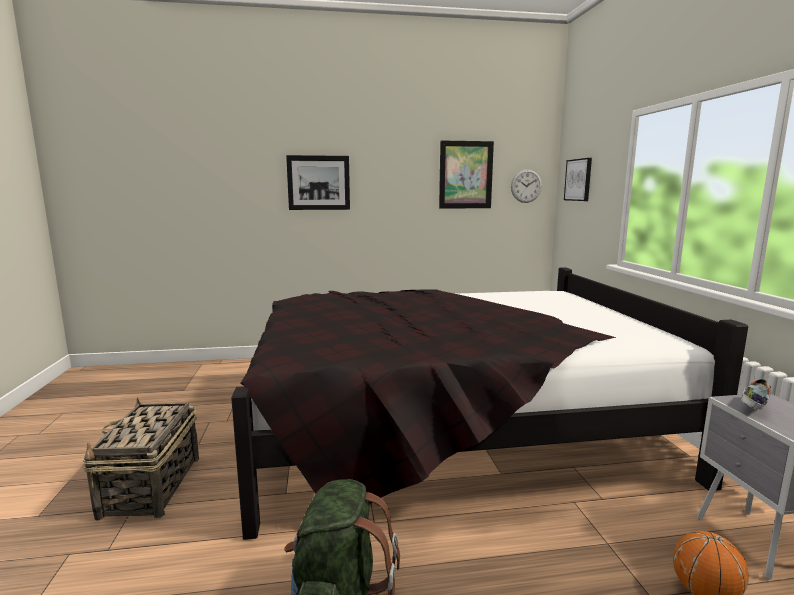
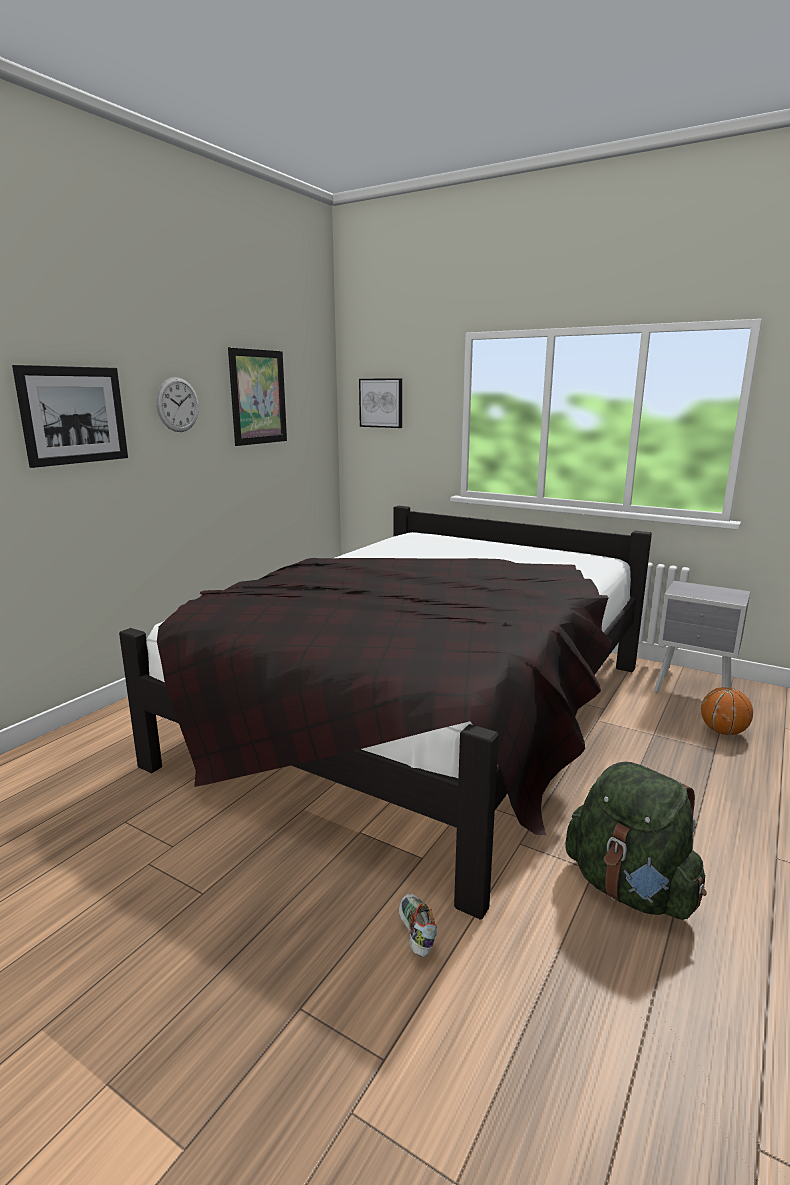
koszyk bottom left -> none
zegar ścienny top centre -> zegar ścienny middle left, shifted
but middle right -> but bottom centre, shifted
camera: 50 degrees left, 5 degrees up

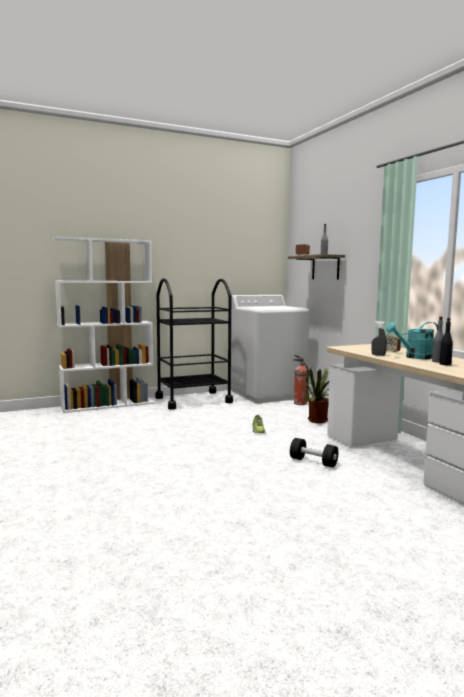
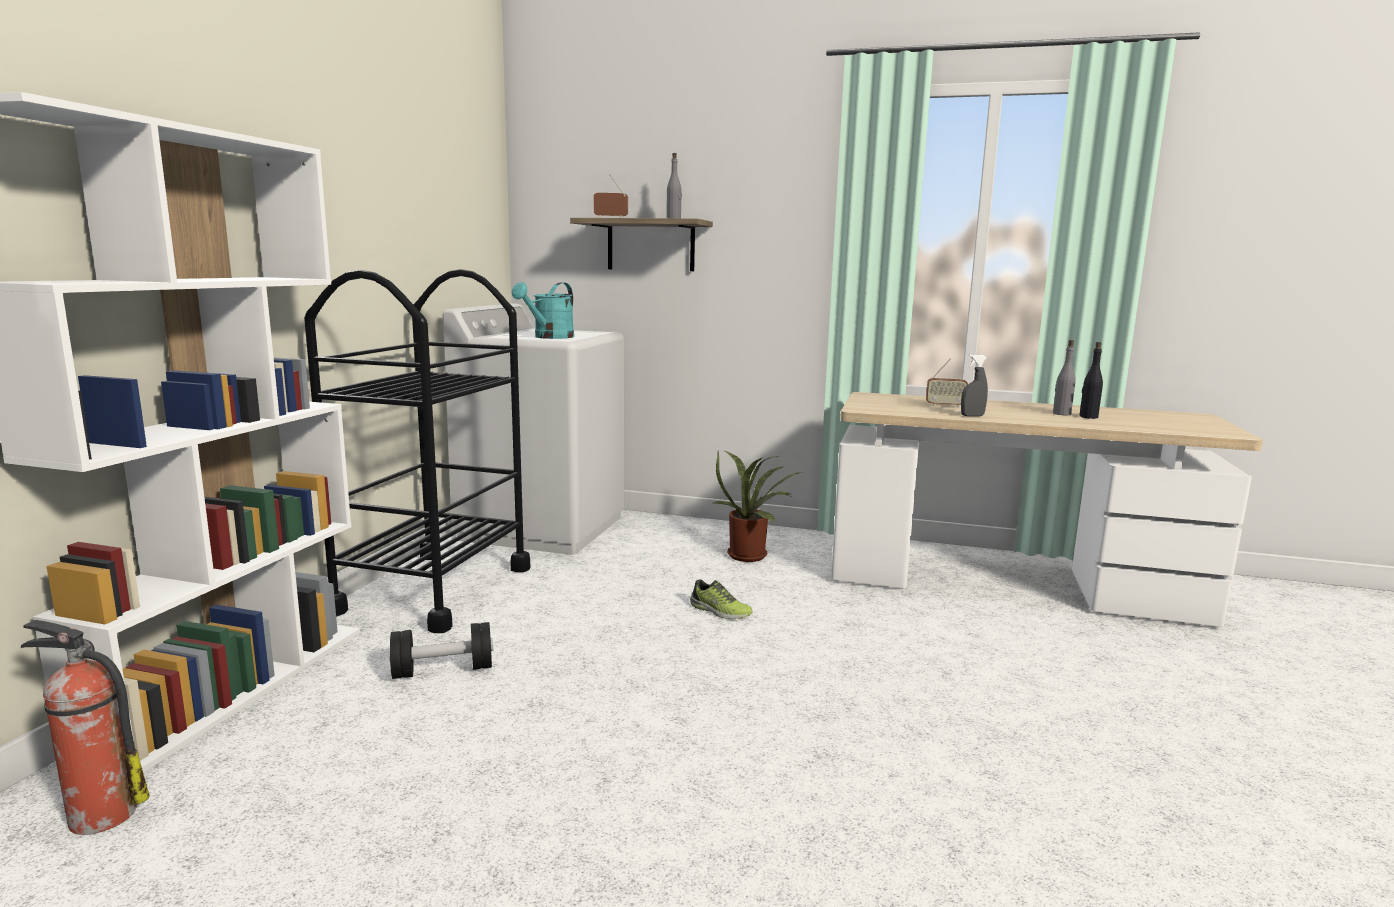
hantel/czarny middle right -> hantel/czarny bottom left, shifted
gaśnica centre -> gaśnica bottom left, shifted
konewka/turkusowy middle right -> konewka/turkusowy centre, shifted
camera: 50 degrees left, 5 degrees up

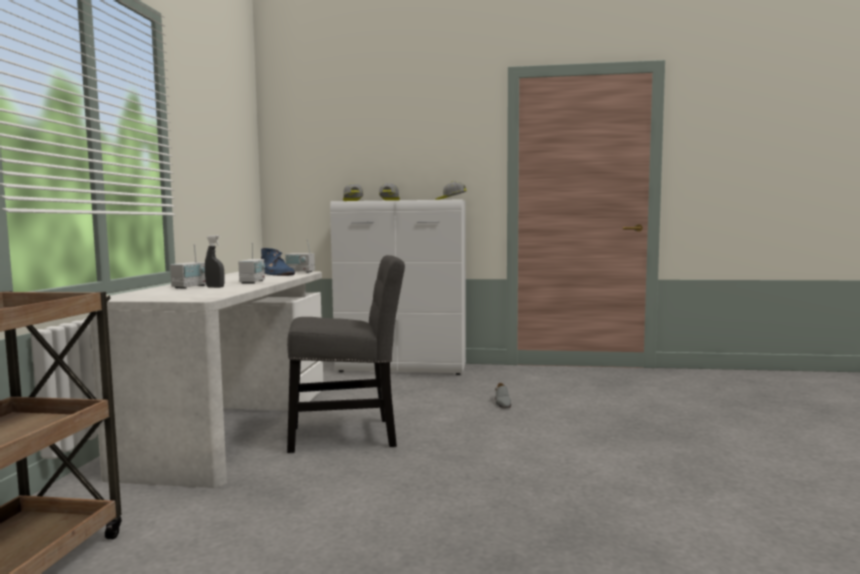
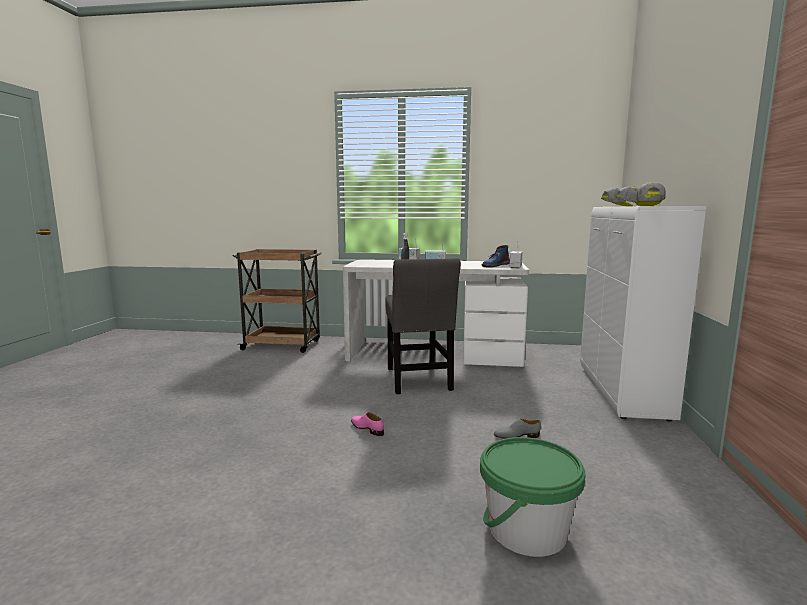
none -> but/różowy bottom centre
none -> wiadro/zielony bottom centre
camera: 90 degrees right, 5 degrees up

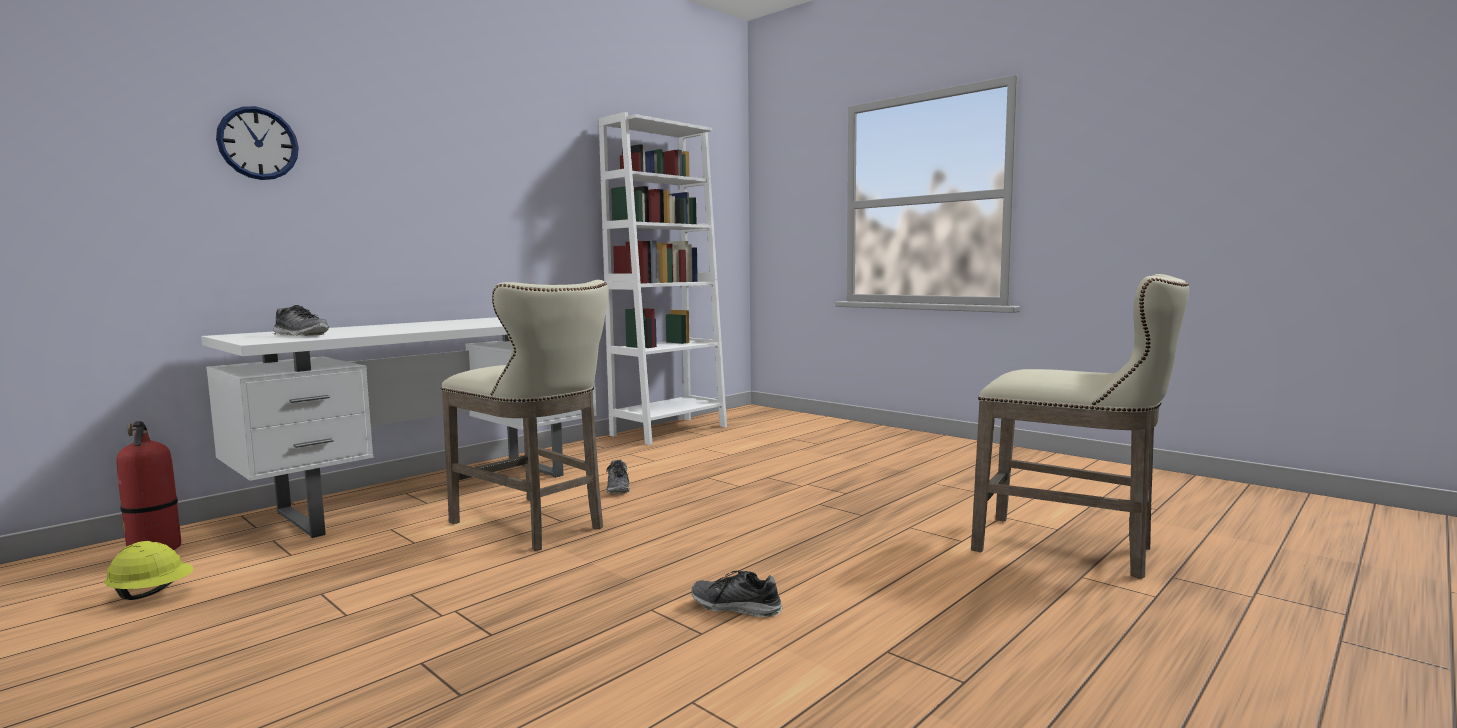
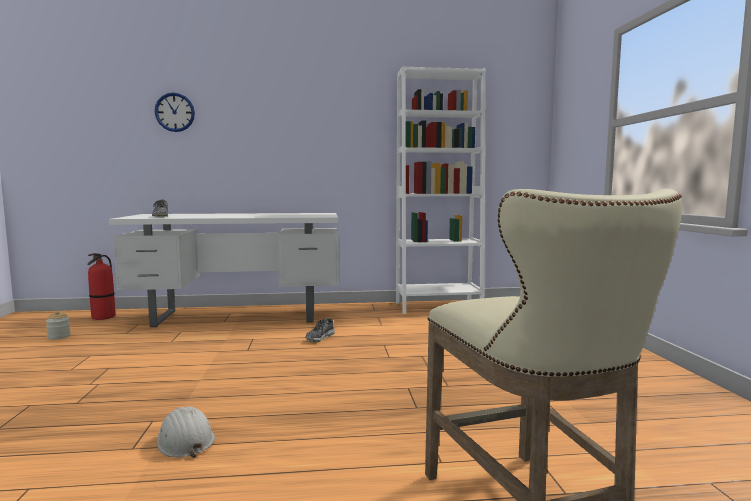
kask/żółty bottom left -> słoik middle left
stołek/beżowy (no. 1 from left) centre -> none
but (no. 3 from left) bottom centre -> kask/biały bottom left
camera: 40 degrees right, 0 degrees up

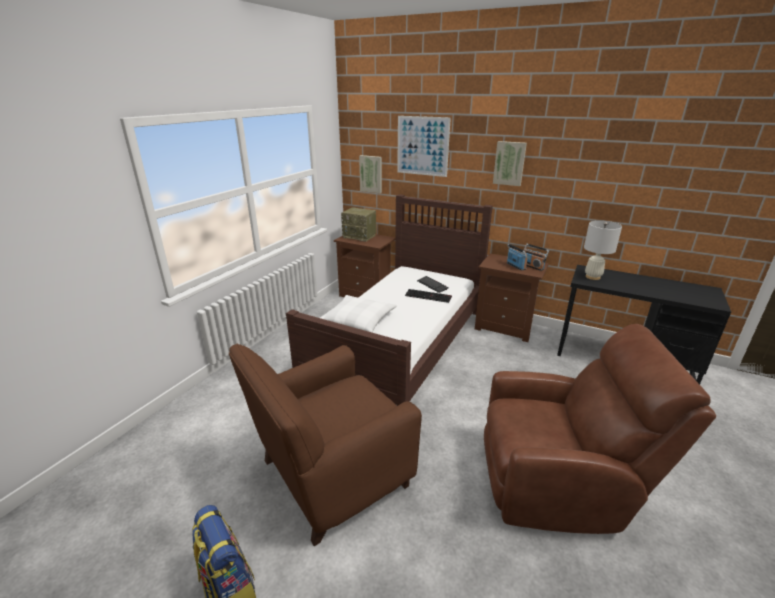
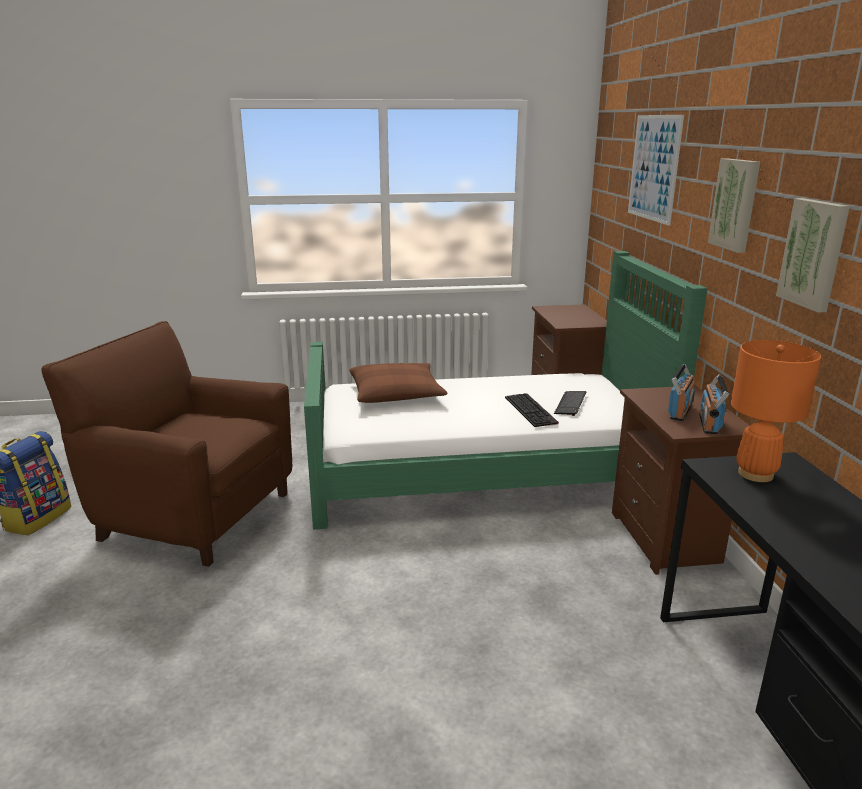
łóżko/brązowy centre -> łóżko/zielony centre
poduszka/biały centre -> poduszka/brązowy centre
radio (no. 1 from left) centre -> none
obraz (no. 1 from left in the first image) top centre -> obraz (no. 3 from left) top right, shifted
fotel/brązowy (no. 2 from left) bottom right -> none
lampa stołowa/biały middle right -> lampa stołowa/pomarańczowy middle right
camera: 55 degrees right, 5 degrees down

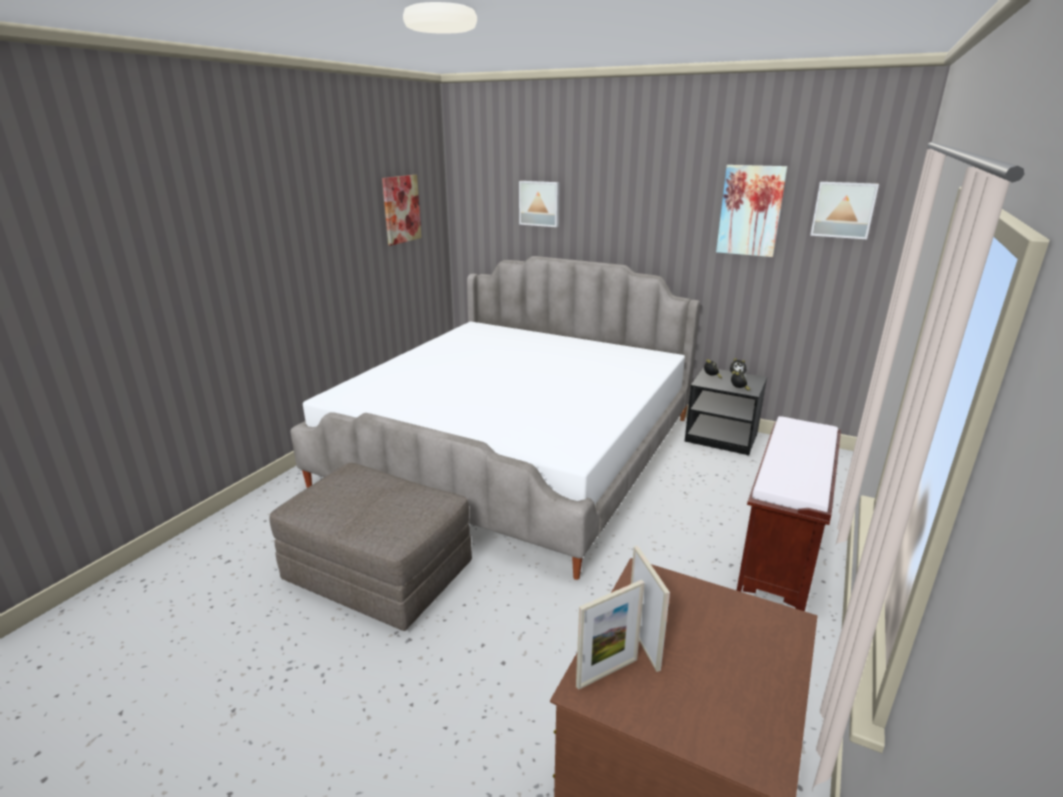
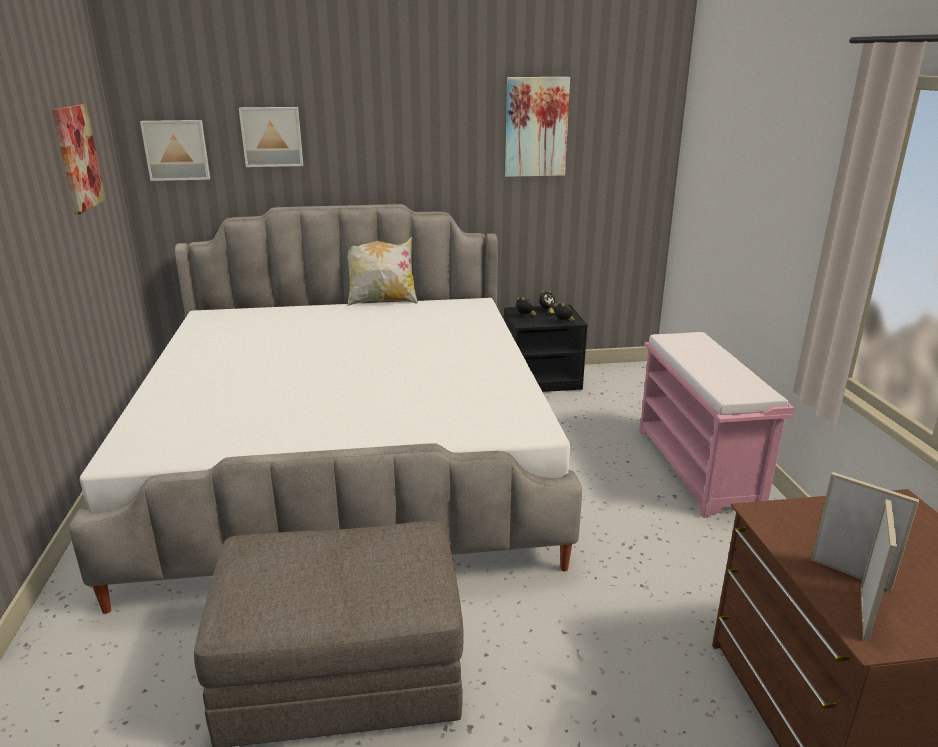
ławka/brązowy middle right -> ławka/różowy middle right
obraz (no. 4 from left in the first image) top right -> obraz (no. 2 from left) top left, shifted
none -> poduszka centre
camera: 35 degrees left, 0 degrees up

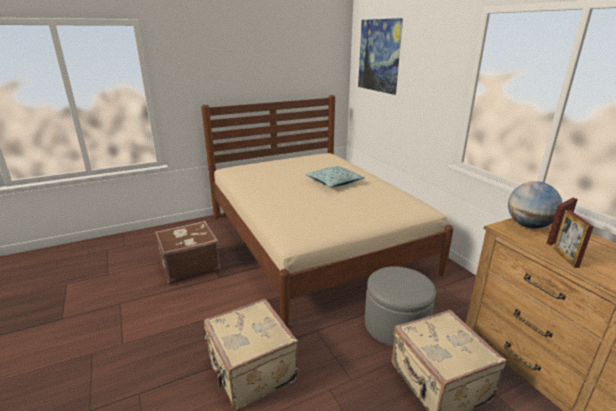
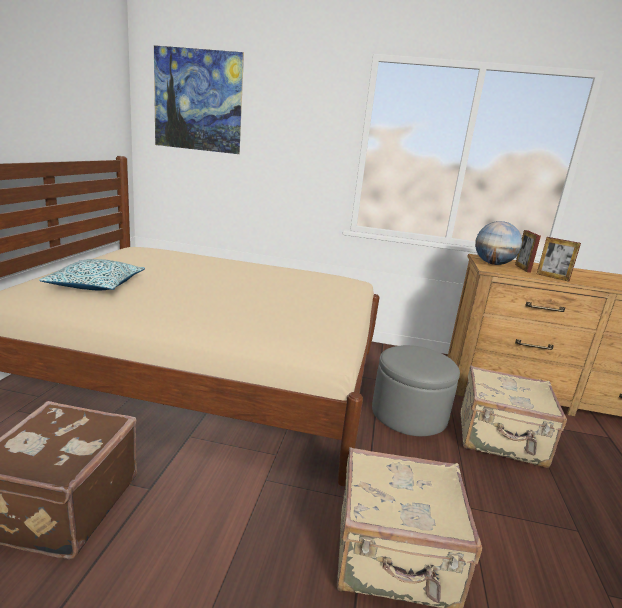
poduszka centre -> poduszka middle left, shifted
camera: 55 degrees left, 5 degrees down

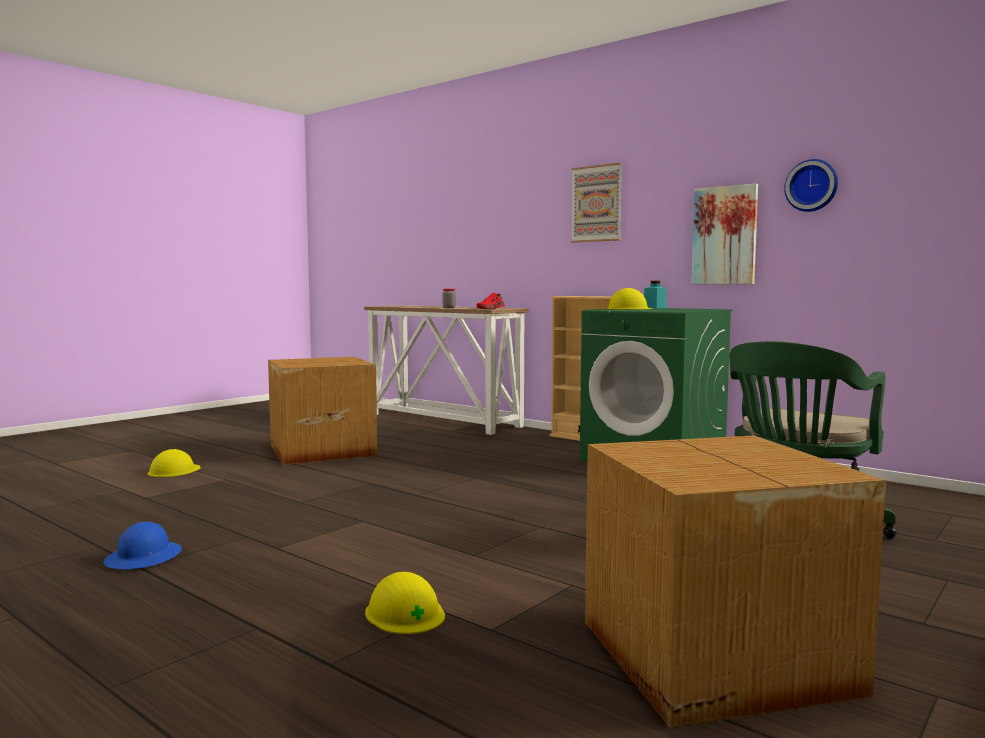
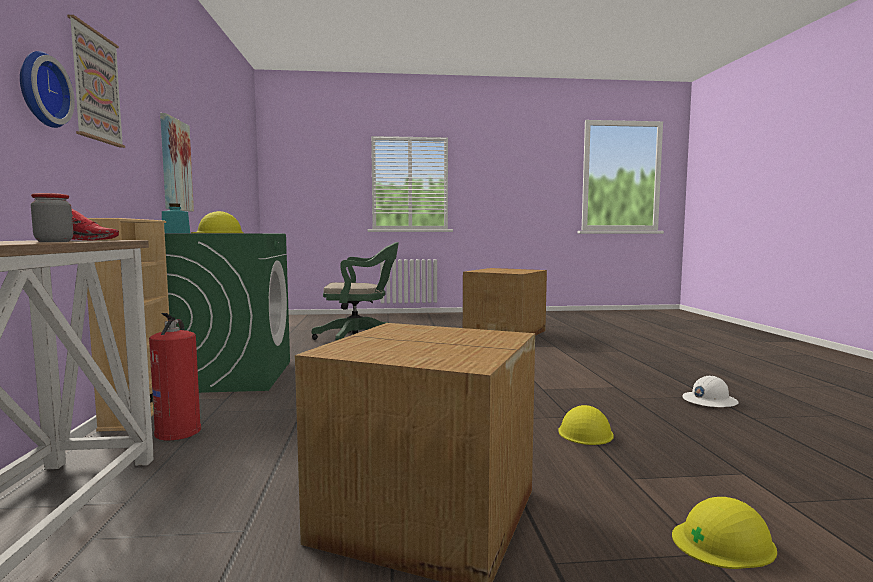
kask/niebieski bottom left -> kask/biały bottom right
kask/żółty (no. 2 from left) bottom centre -> kask/żółty (no. 2 from left) bottom right, shifted
zegar ścienny top right -> zegar ścienny top left, shifted
none -> gaśnica middle left
camera: 135 degrees left, 0 degrees up

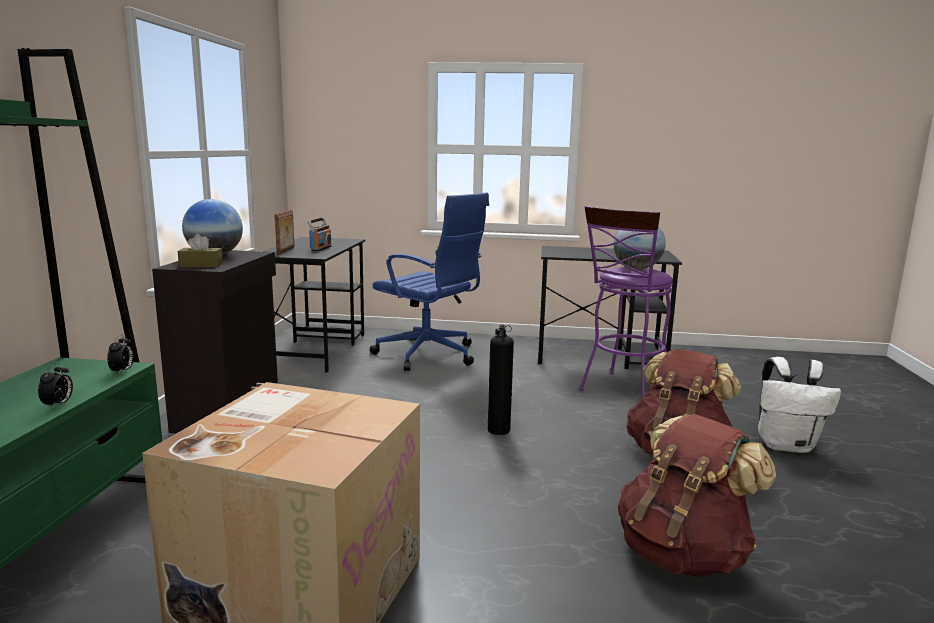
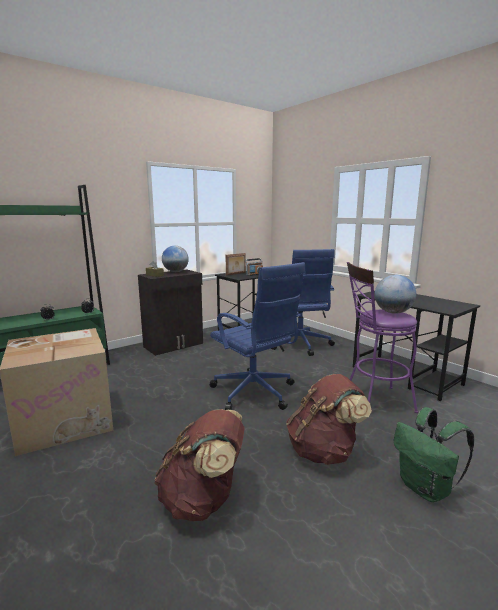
gaśnica centre -> krzesło biurowe/niebieski (no. 1 from left) centre
plecak/biały middle right -> plecak/zielony bottom right
camera: 45 degrees right, 0 degrees up

